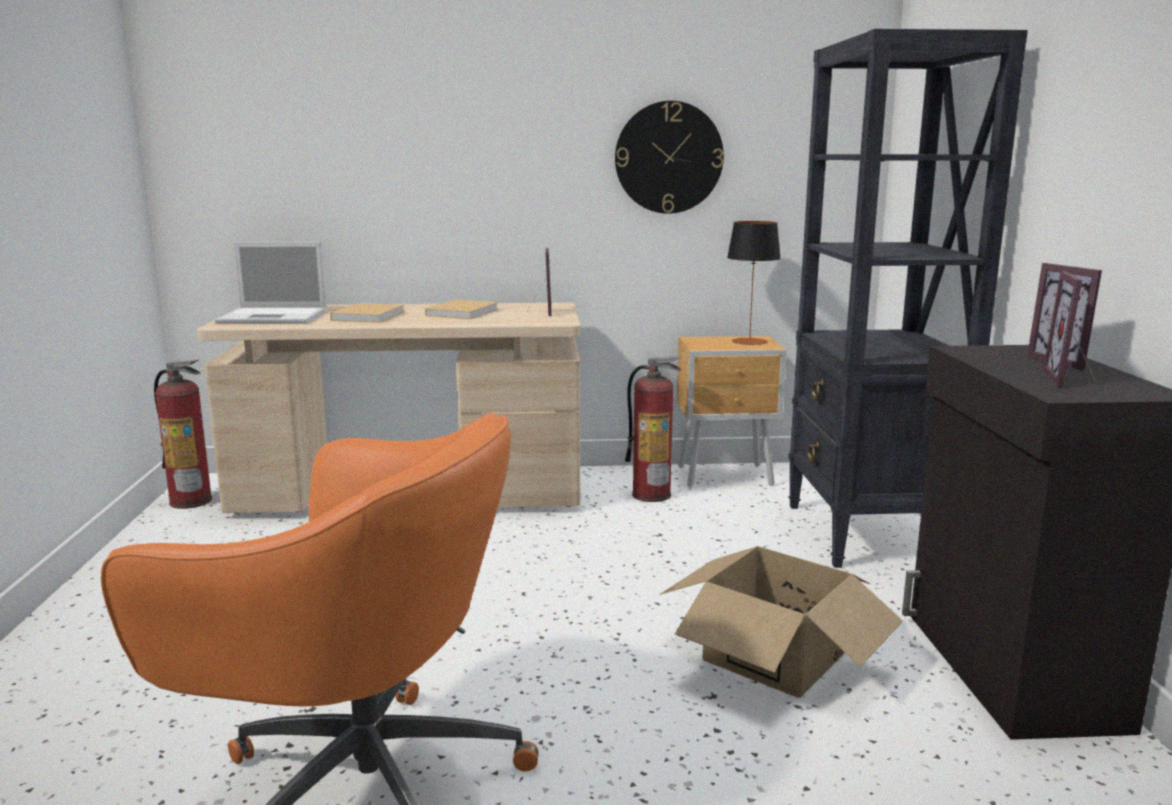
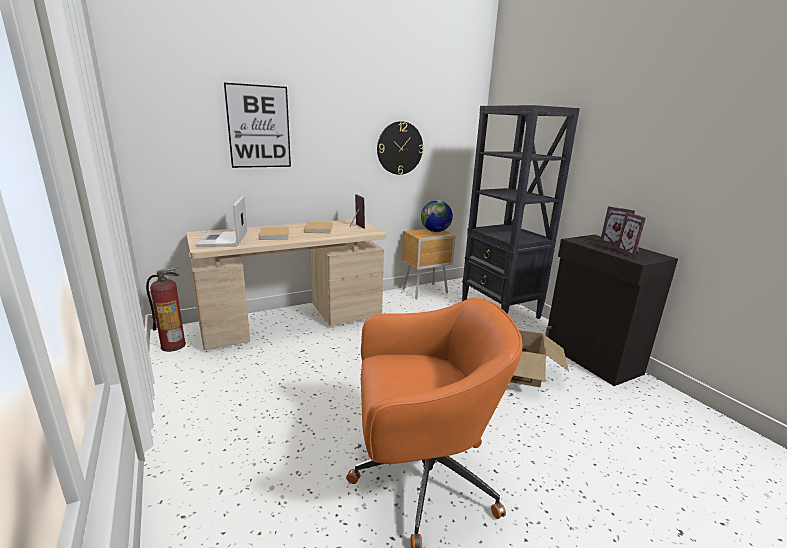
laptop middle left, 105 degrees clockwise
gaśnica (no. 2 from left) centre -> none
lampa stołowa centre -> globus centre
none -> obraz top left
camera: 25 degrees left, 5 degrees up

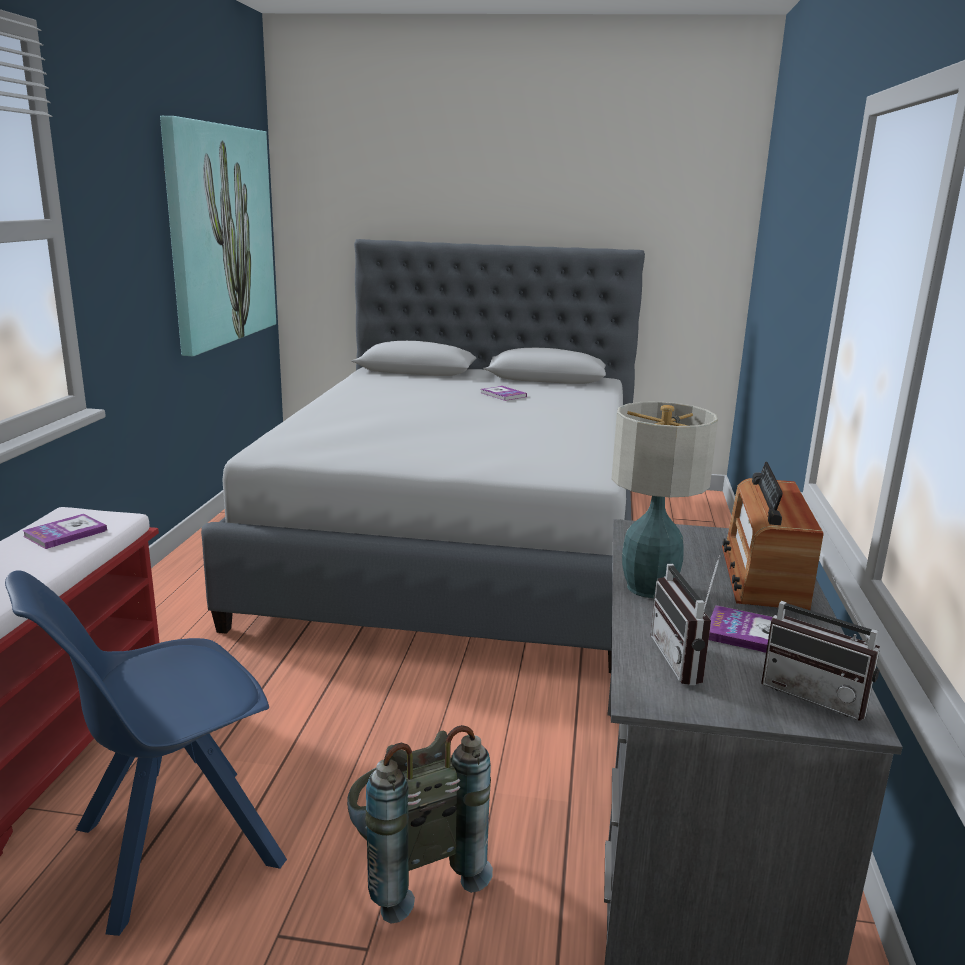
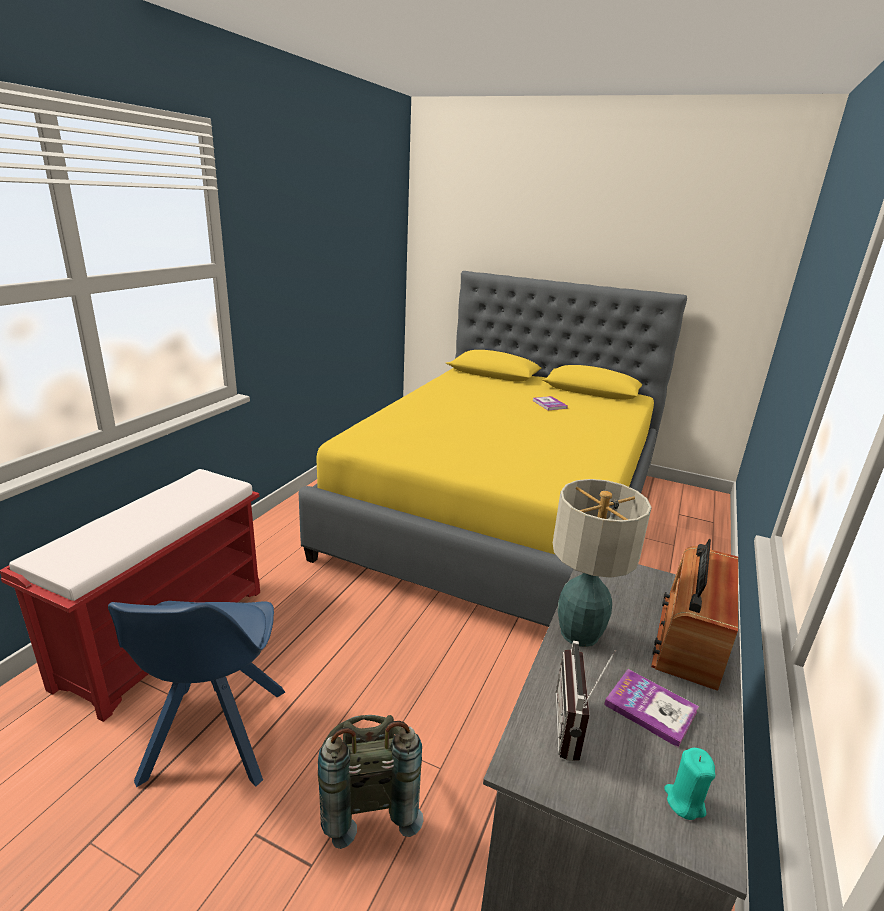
krzesło/niebieski bottom left, 75 degrees counterclockwise
książka (no. 1 from left) middle left -> none
obraz top left -> none
łóżko/szary centre -> łóżko/żółty centre
radio (no. 3 from left) bottom right -> świeca/turkusowy bottom right
camera: 15 degrees right, 5 degrees up

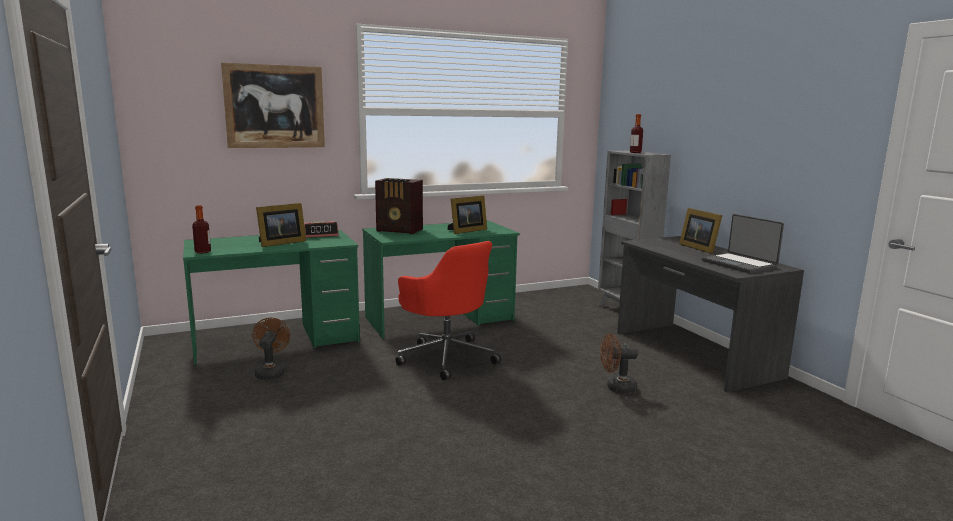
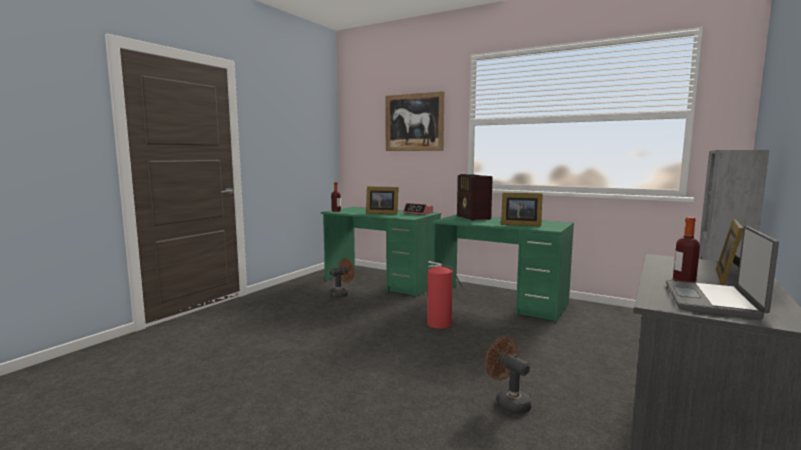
krzesło biurowe/czerwony centre -> gaśnica centre
butelka (no. 2 from left) top right -> butelka (no. 2 from left) middle right, shifted
camera: 55 degrees right, 5 degrees down

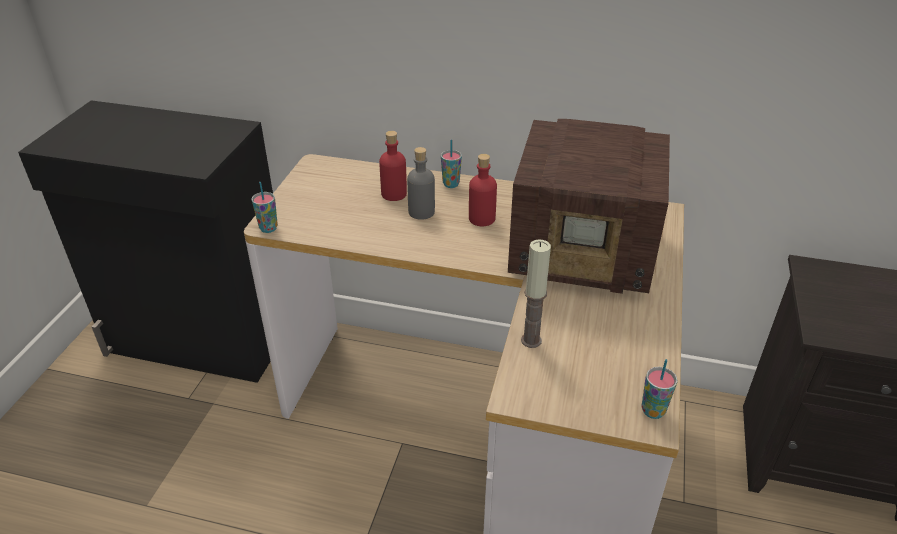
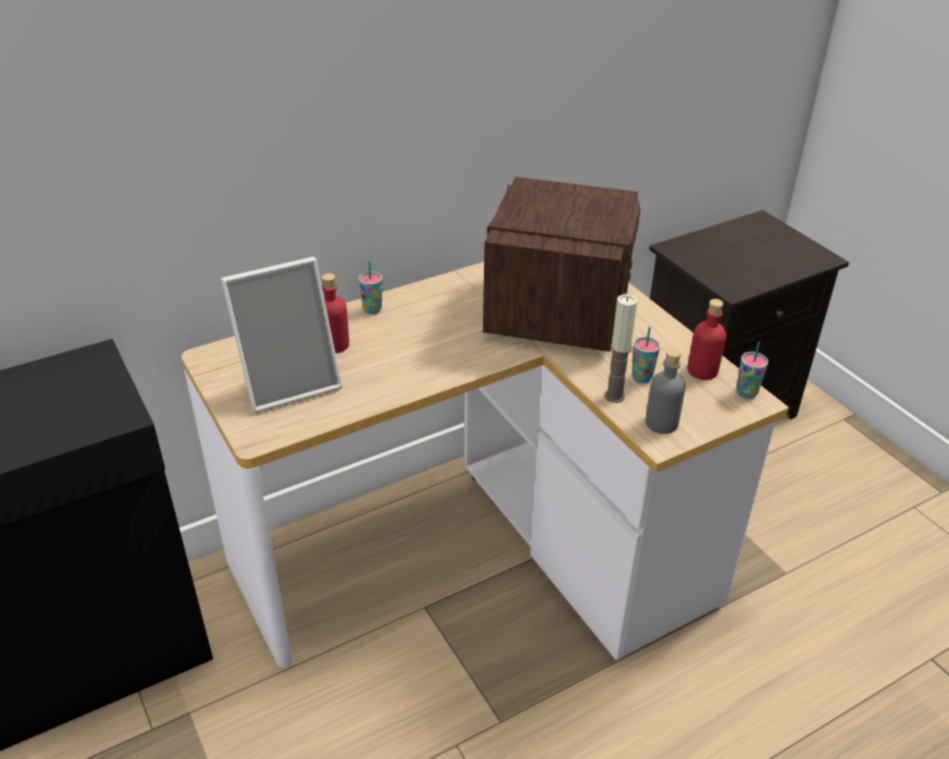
filiżanka (no. 1 from left in the first image) middle left -> filiżanka (no. 2 from left) middle right, shifted
butelka/szary centre -> butelka/szary middle right, shifted
butelka/czerwony (no. 2 from left) centre -> butelka/czerwony (no. 2 from left) middle right, shifted
radio centre, 45 degrees counterclockwise
none -> ramka na zdjęcie middle left
camera: 45 degrees left, 0 degrees up

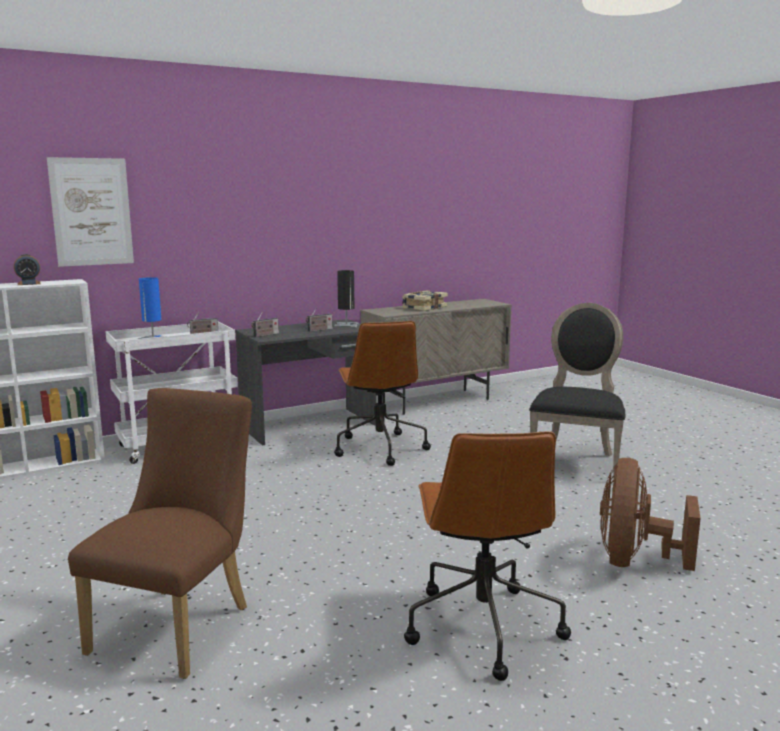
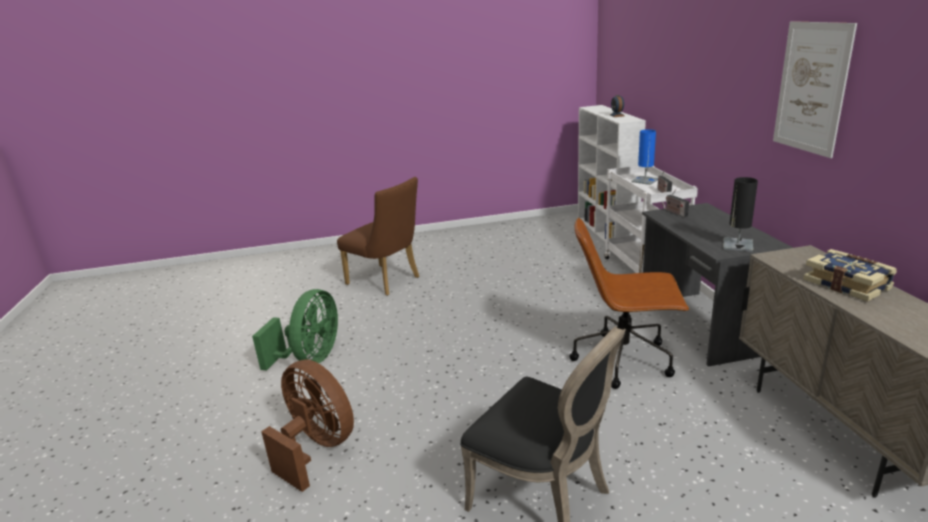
obraz top left -> obraz top right, shifted
radio (no. 3 from left) centre -> none
krzesło biurowe/brązowy (no. 2 from left) bottom centre -> wentylator/zielony middle left
camera: 110 degrees right, 10 degrees up

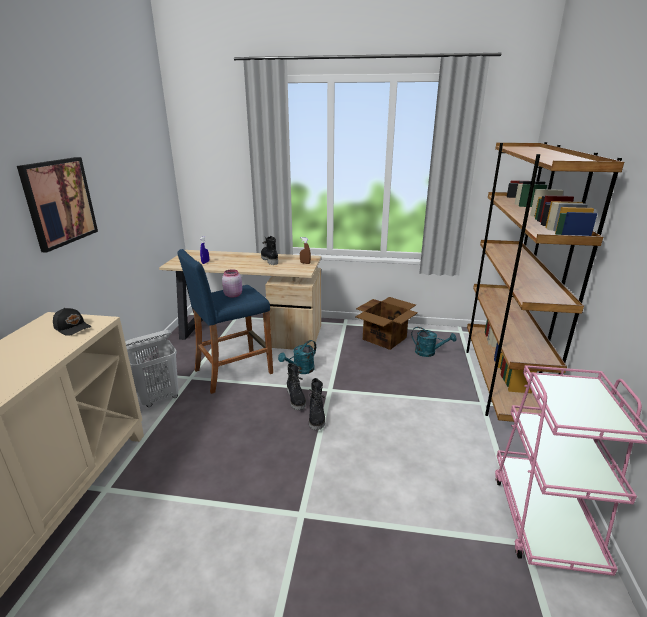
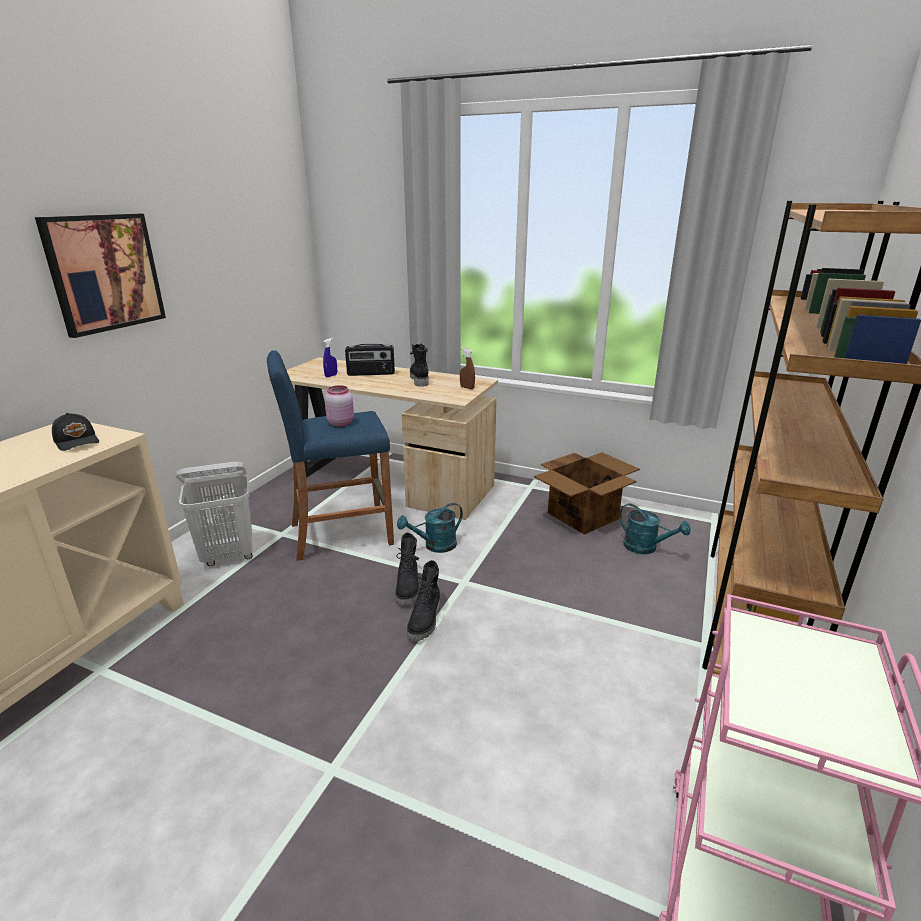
none -> radio centre
camera: 15 degrees right, 0 degrees up

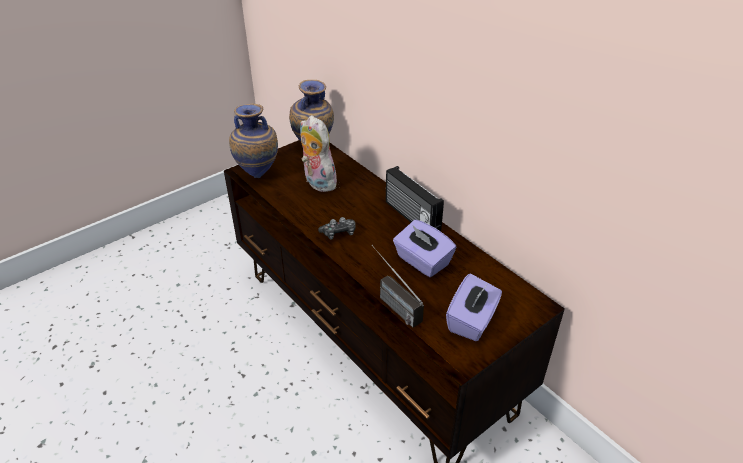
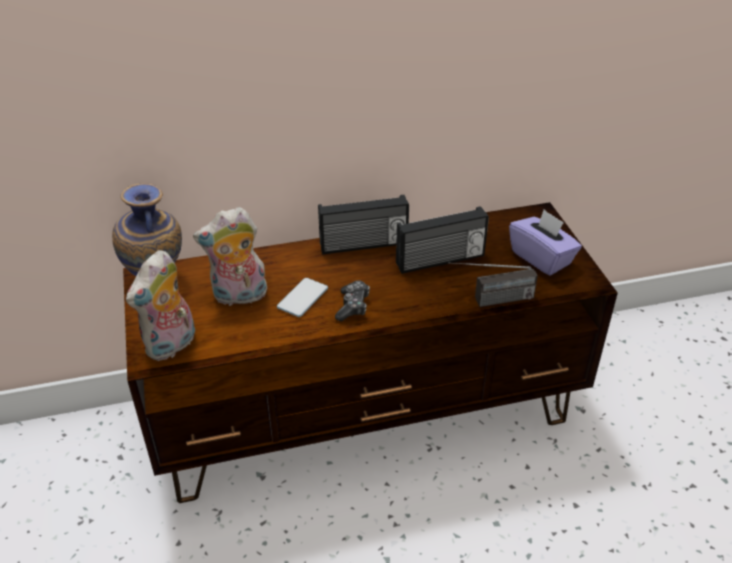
wazon (no. 1 from left) top centre -> pluszak (no. 1 from left) middle left
pudełko chusteczek/fioletowy (no. 1 from left) centre -> radio (no. 2 from left) centre
none -> telefon centre
camera: 65 degrees left, 0 degrees up

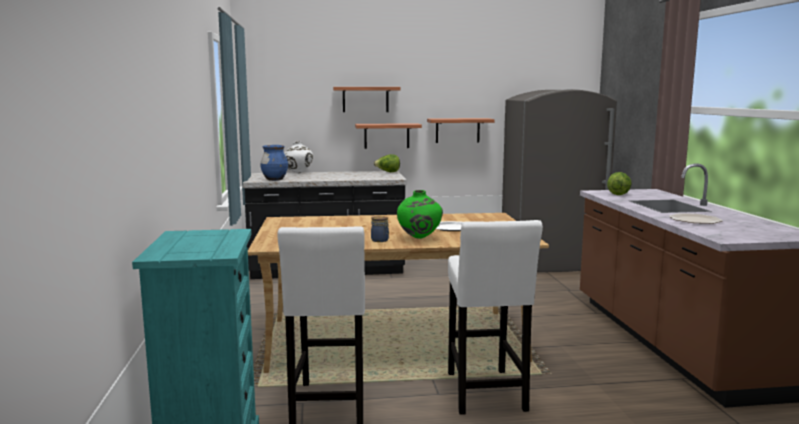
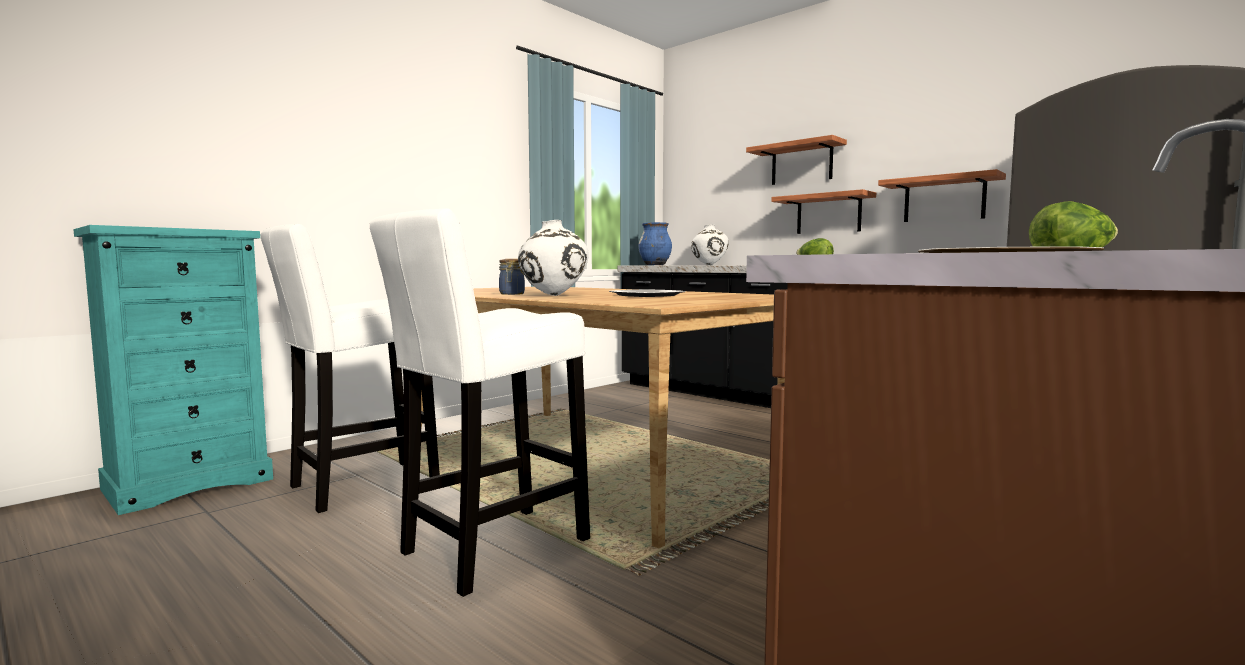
wazon/zielony centre -> wazon/biały (no. 1 from left) centre
camera: 50 degrees right, 5 degrees down

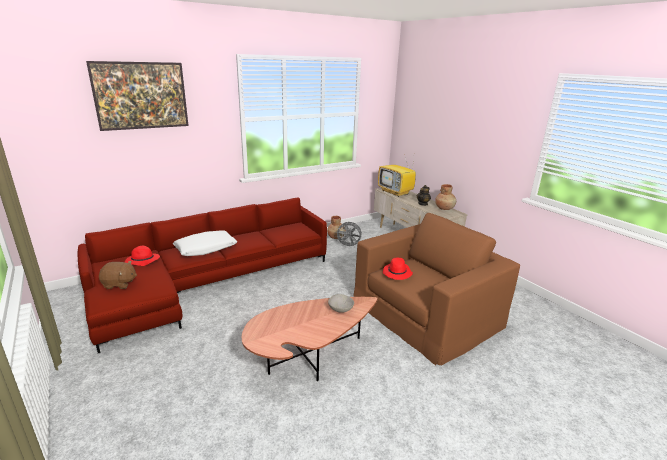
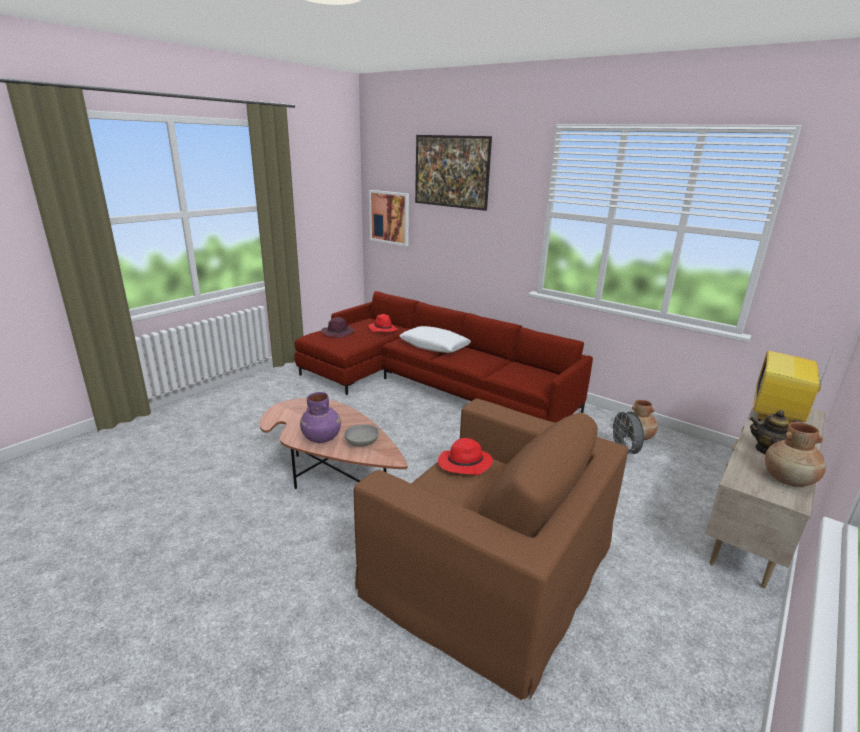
pluszak/brązowy middle left -> kapelusz/fioletowy centre
none -> wazon/fioletowy centre
none -> obraz (no. 1 from left) top centre
camera: 70 degrees right, 0 degrees up

